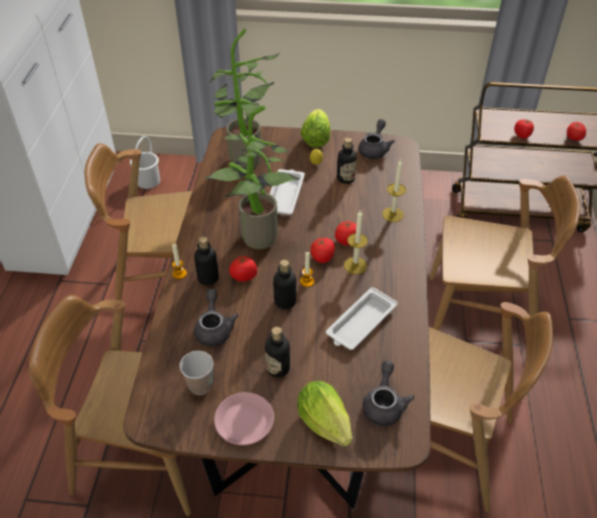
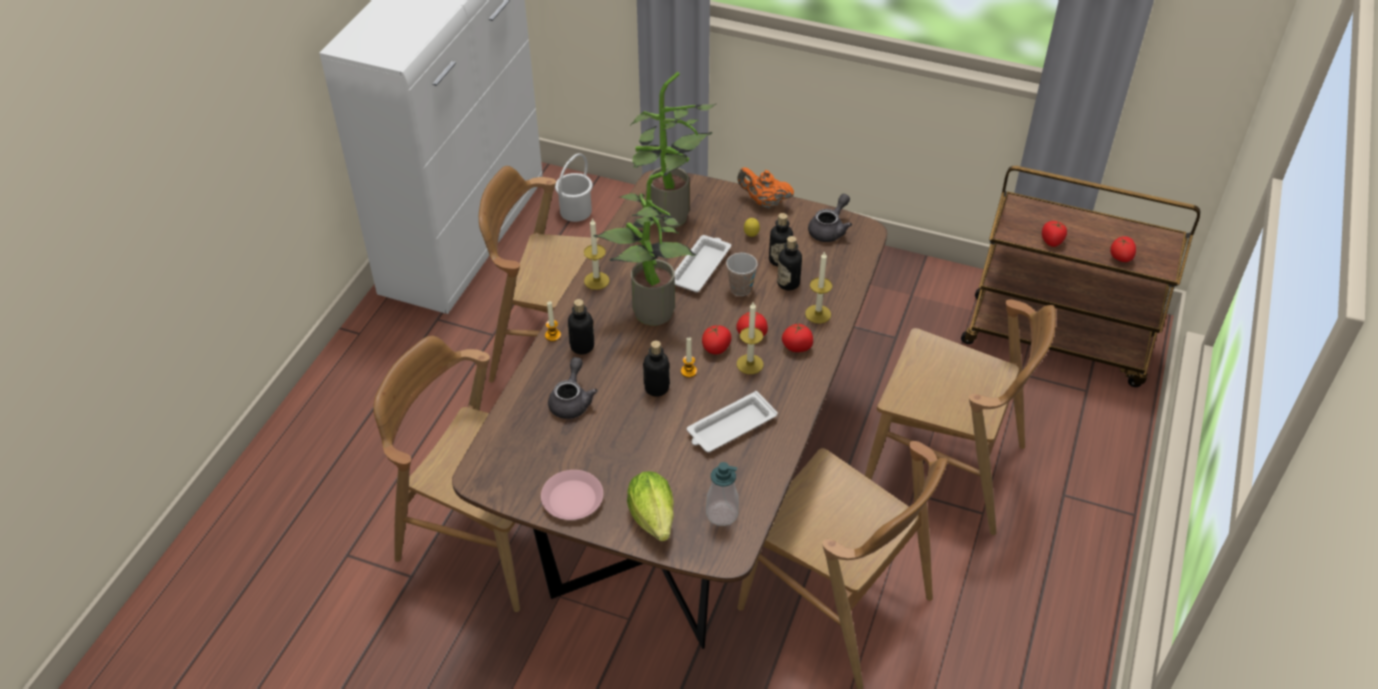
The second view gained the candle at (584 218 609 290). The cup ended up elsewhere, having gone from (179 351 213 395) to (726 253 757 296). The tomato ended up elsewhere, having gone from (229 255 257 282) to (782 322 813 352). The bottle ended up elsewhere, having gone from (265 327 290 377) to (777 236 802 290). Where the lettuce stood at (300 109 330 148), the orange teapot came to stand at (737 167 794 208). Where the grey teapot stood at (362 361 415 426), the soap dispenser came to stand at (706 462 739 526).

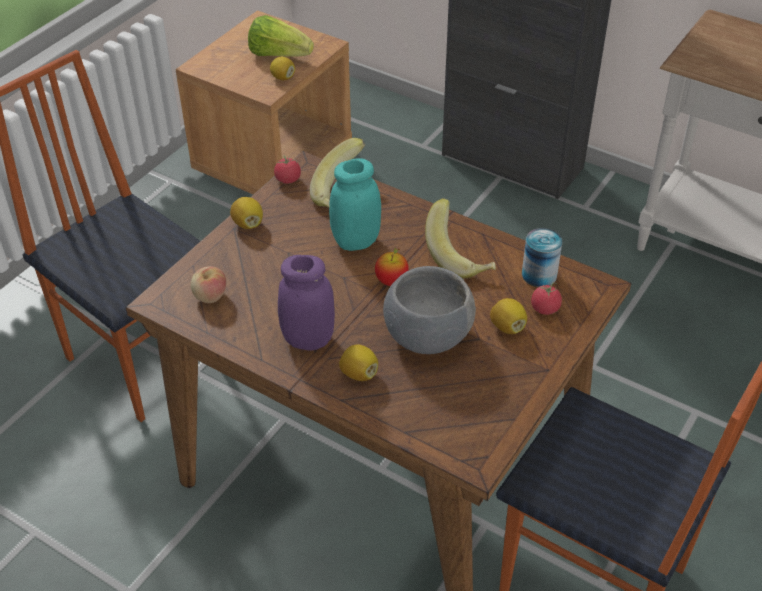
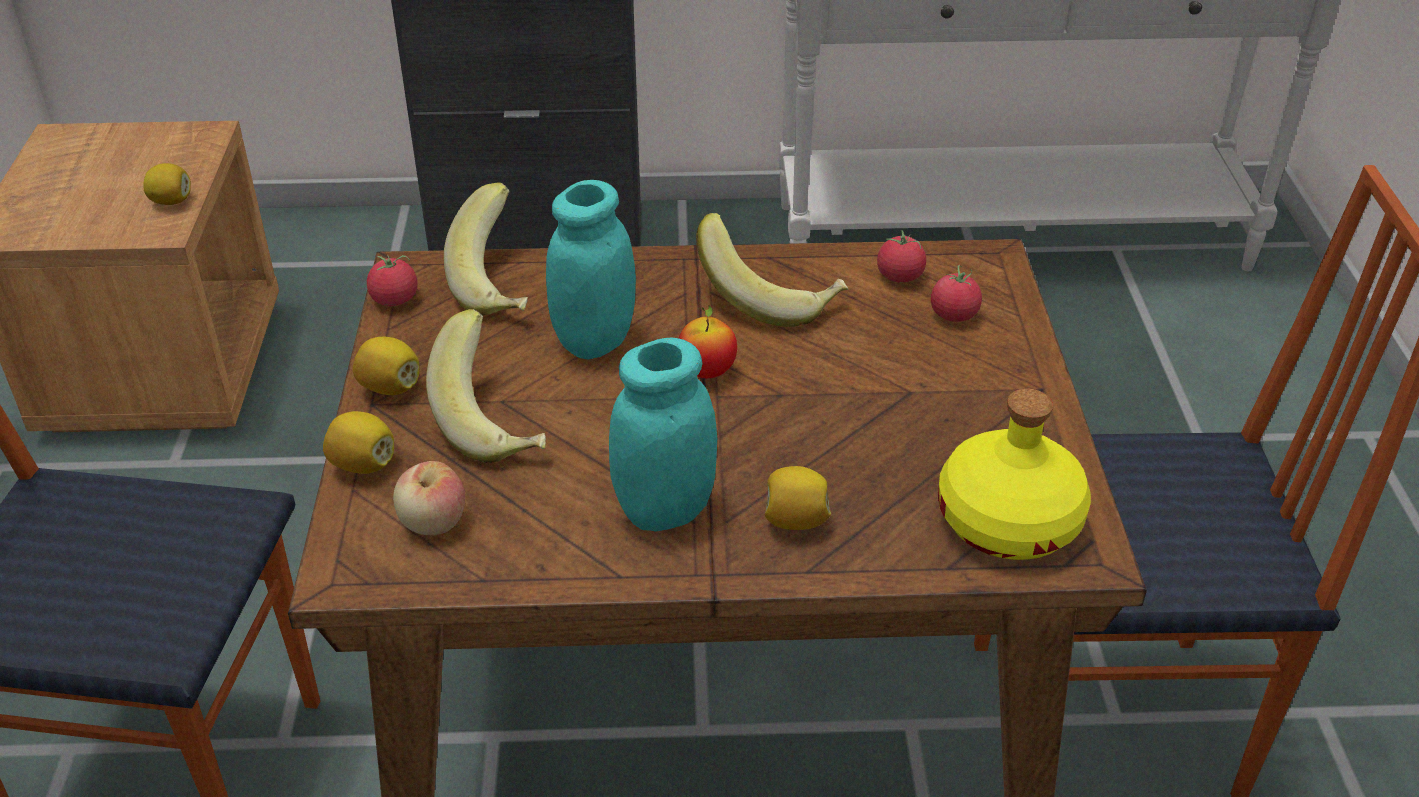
The second view lost the lettuce at (248 15 314 57). The second view lost the grey bowl at (383 266 476 354). The second view gained the banana at (426 309 546 463). The second view gained the yellow bottle at (938 389 1091 560). The lemon ended up elsewhere, having gone from (490 298 527 334) to (323 411 394 474). Where the can stood at (522 228 562 287), the tomato came to stand at (877 230 926 283). What was the purple jar at (278 255 335 351) turned into the turquoise jar at (609 338 717 532).

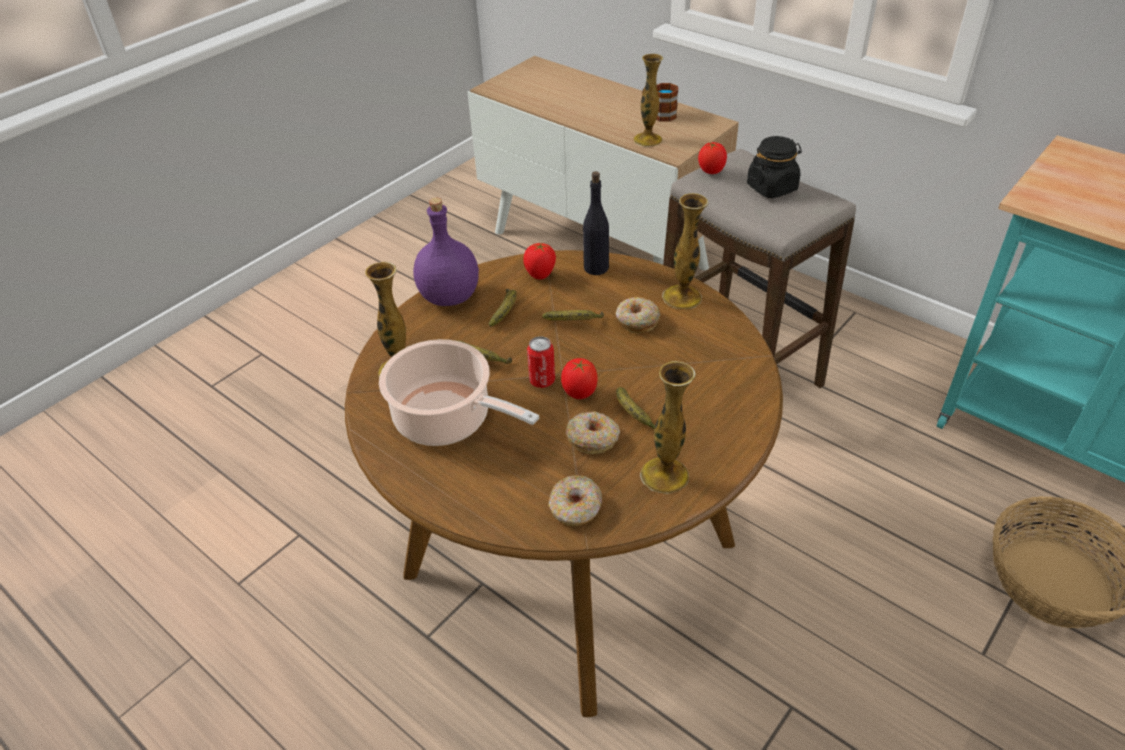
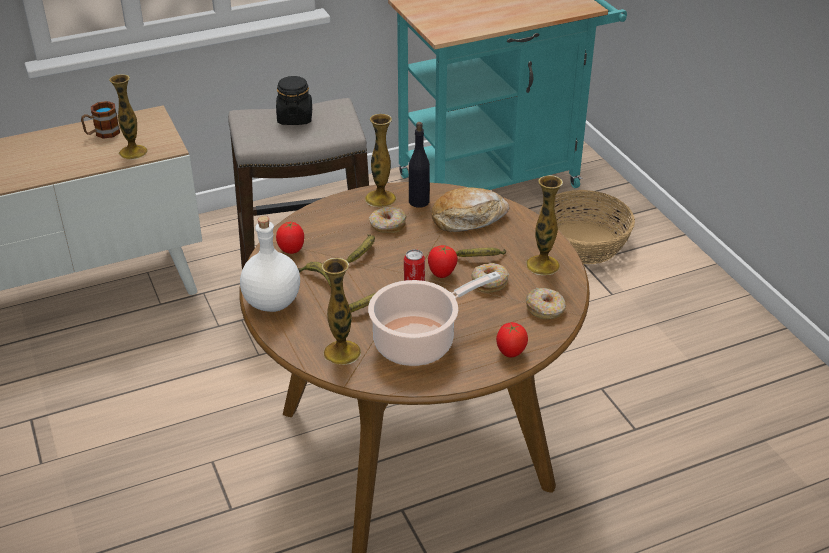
The second view gained the bread at (432 187 509 232). The black bottle ended up elsewhere, having gone from (583 171 609 275) to (409 122 430 207). The tomato ended up elsewhere, having gone from (698 142 727 174) to (496 322 528 358). What was the purple bottle at (413 198 479 306) turned into the white bottle at (240 216 300 312).

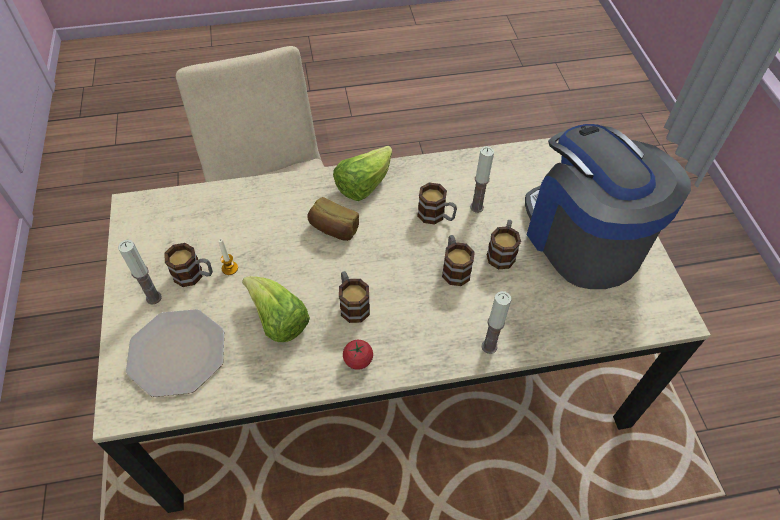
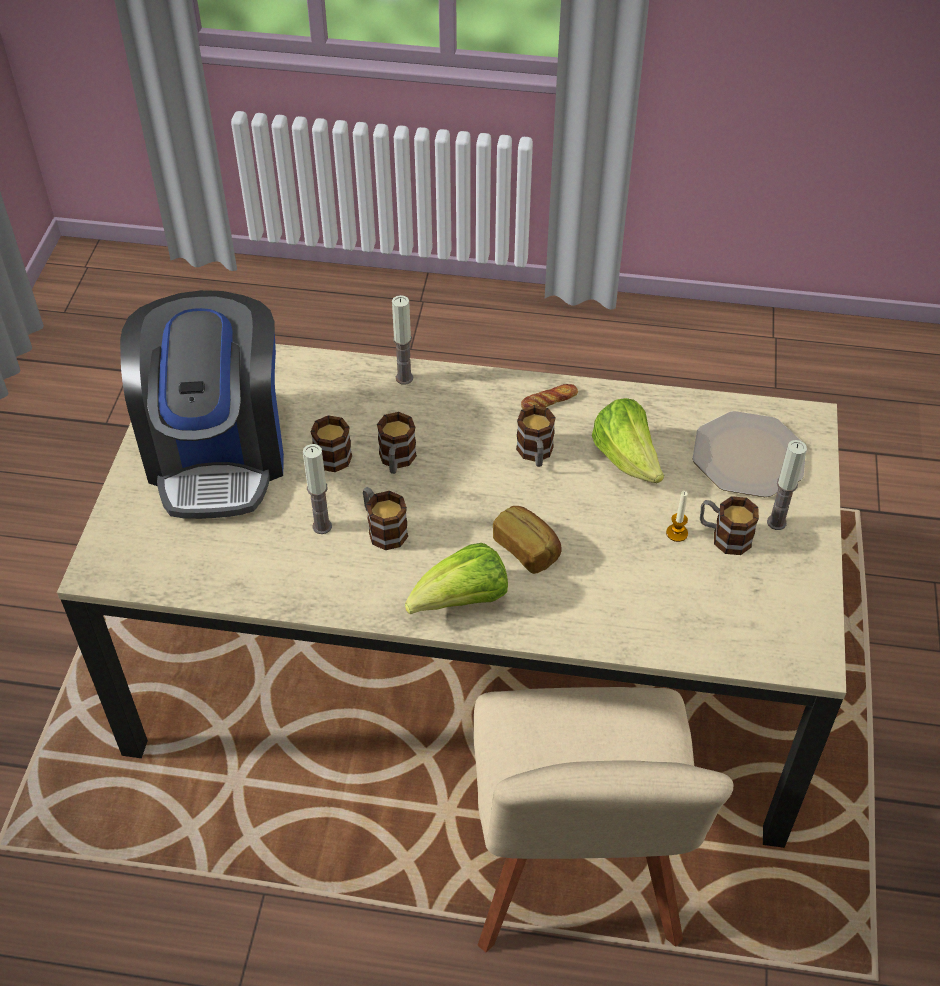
Where the tomato stood at (343 340 373 370), the bread came to stand at (521 384 578 409).

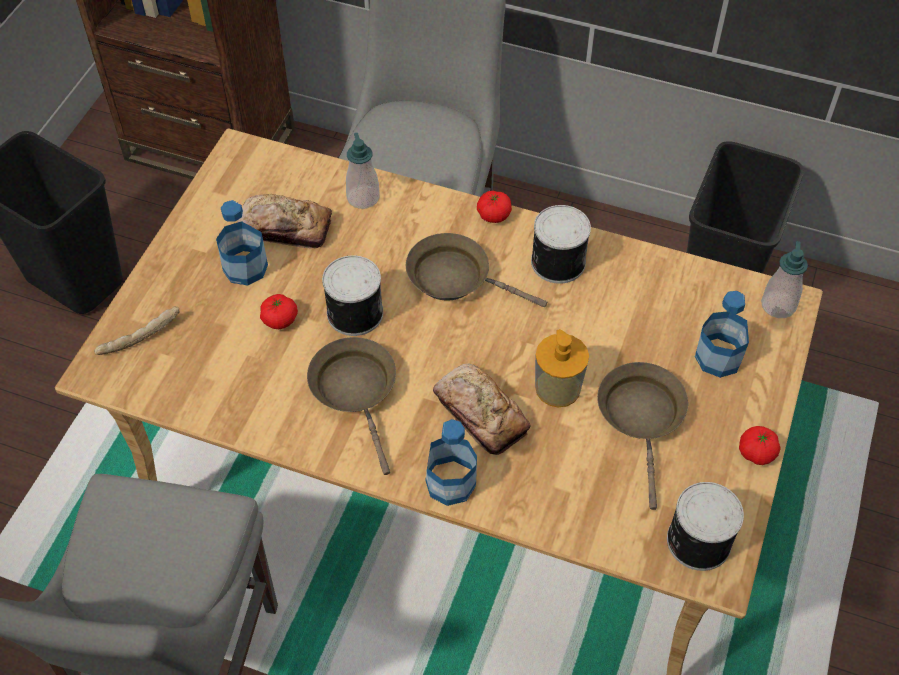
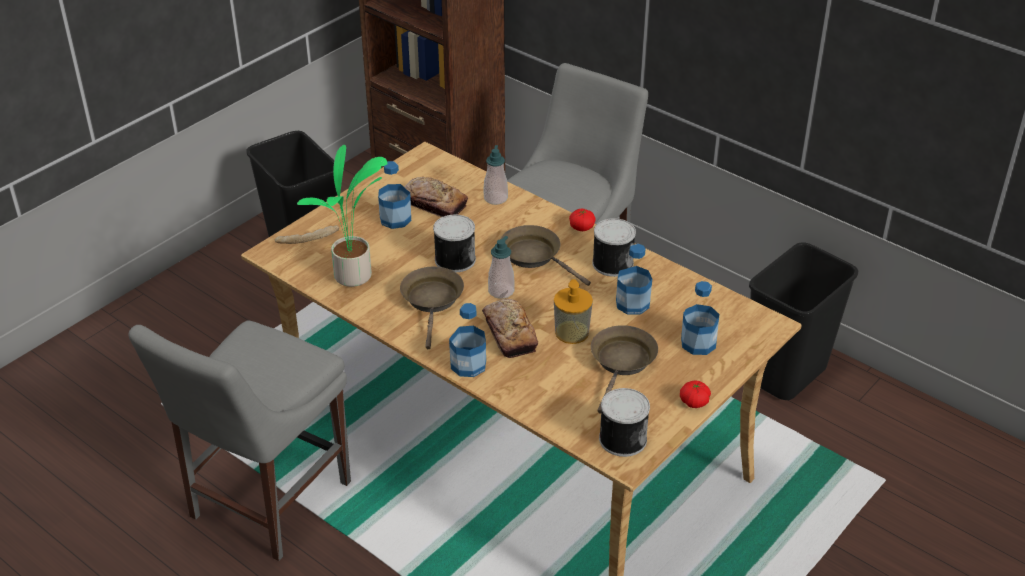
The second view lost the tomato at (260 294 298 329). The second view gained the potted plant at (297 145 388 287). The second view gained the bottle at (616 244 652 315). The soap dispenser ended up elsewhere, having gone from (761 241 808 318) to (488 236 515 299).

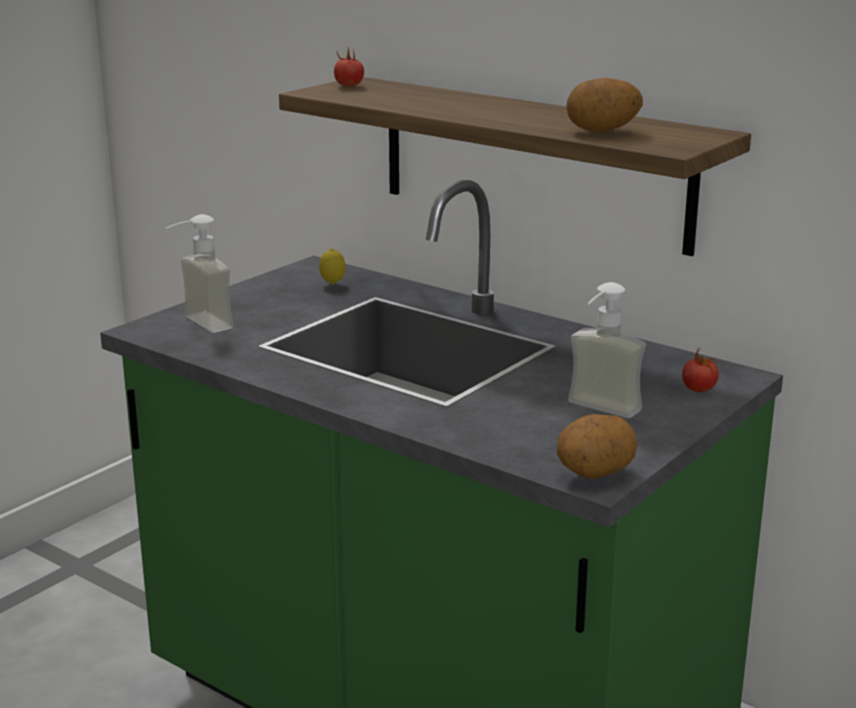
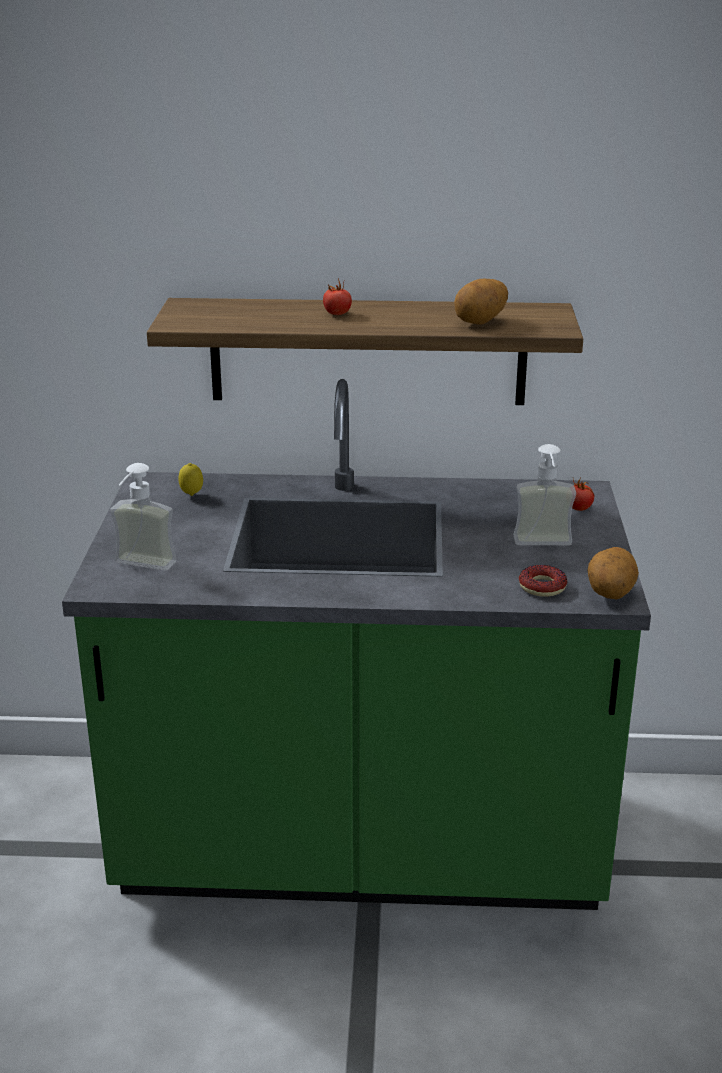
The second view gained the donut at (519 565 567 597). The tomato ended up elsewhere, having gone from (334 46 364 86) to (323 278 352 315).

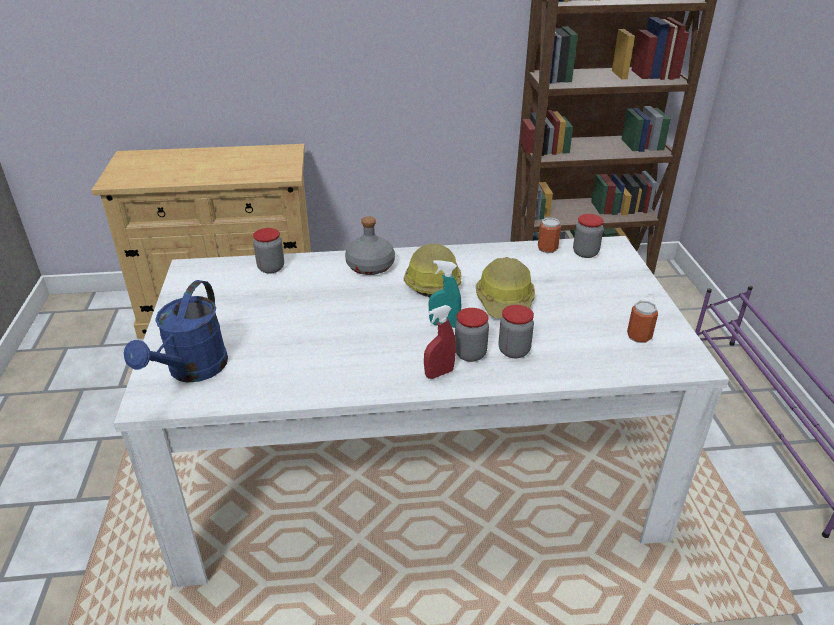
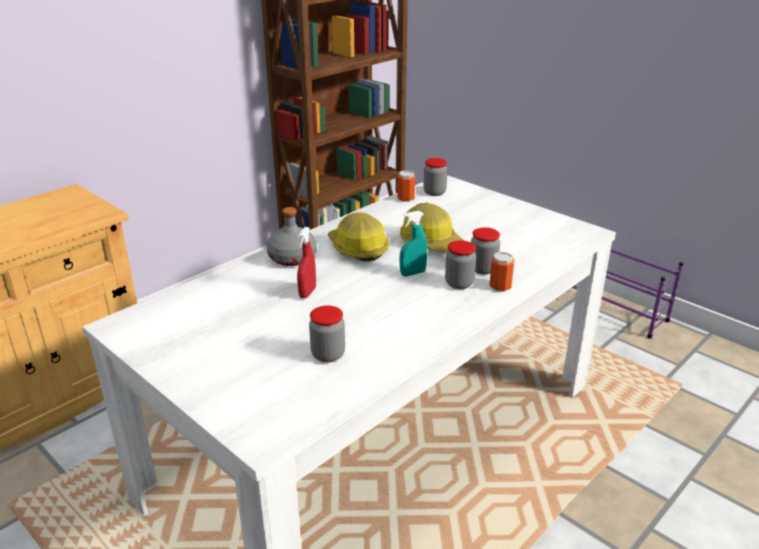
The second view lost the blue watering can at (124 280 228 382). The jar ended up elsewhere, having gone from (253 228 284 274) to (309 305 345 363). The red spray bottle ended up elsewhere, having gone from (424 305 456 379) to (297 227 316 298). The can ended up elsewhere, having gone from (627 301 658 343) to (489 252 514 292).

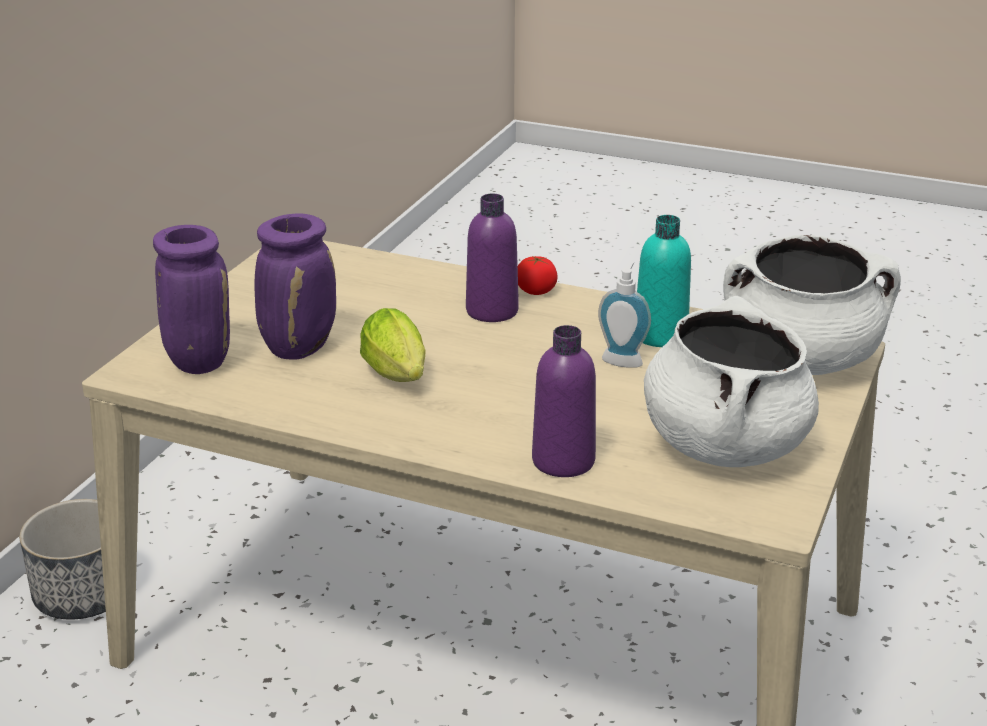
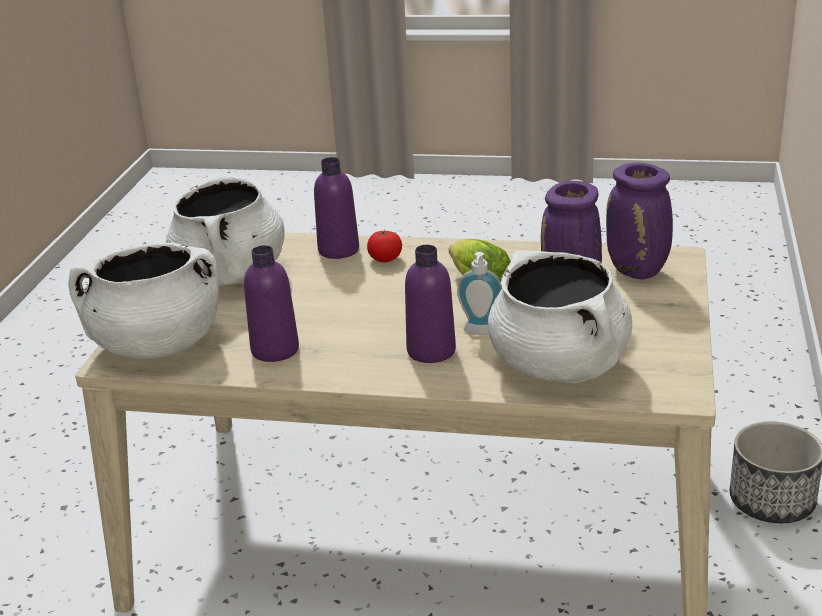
The second view gained the white cooking pot at (488 251 632 383). The tomato ended up elsewhere, having gone from (518 256 557 295) to (367 230 402 262). The soap dispenser ended up elsewhere, having gone from (598 262 651 368) to (457 252 502 335). What was the turquoise bottle at (637 215 691 347) turned into the purple bottle at (244 245 299 362).

